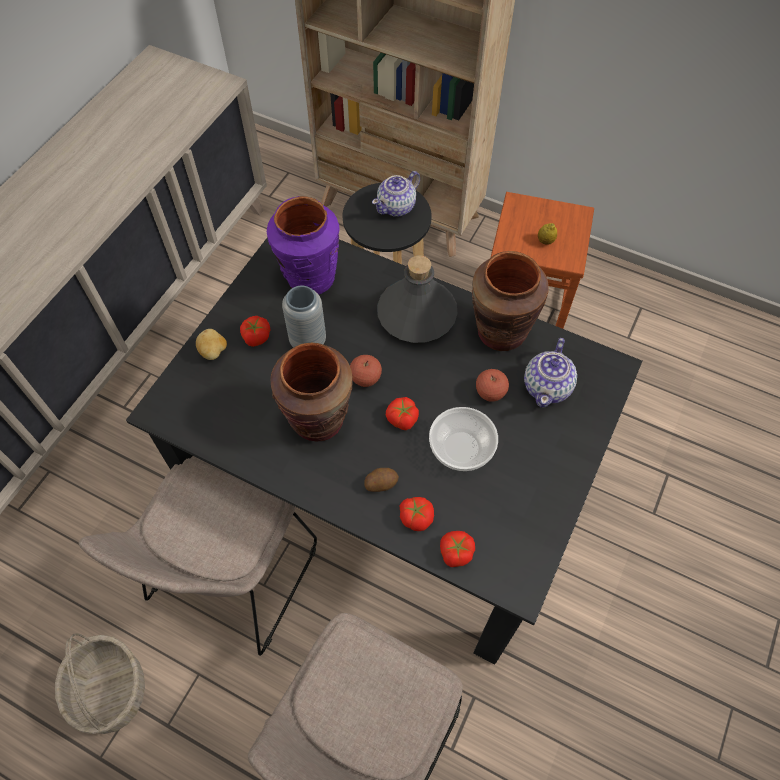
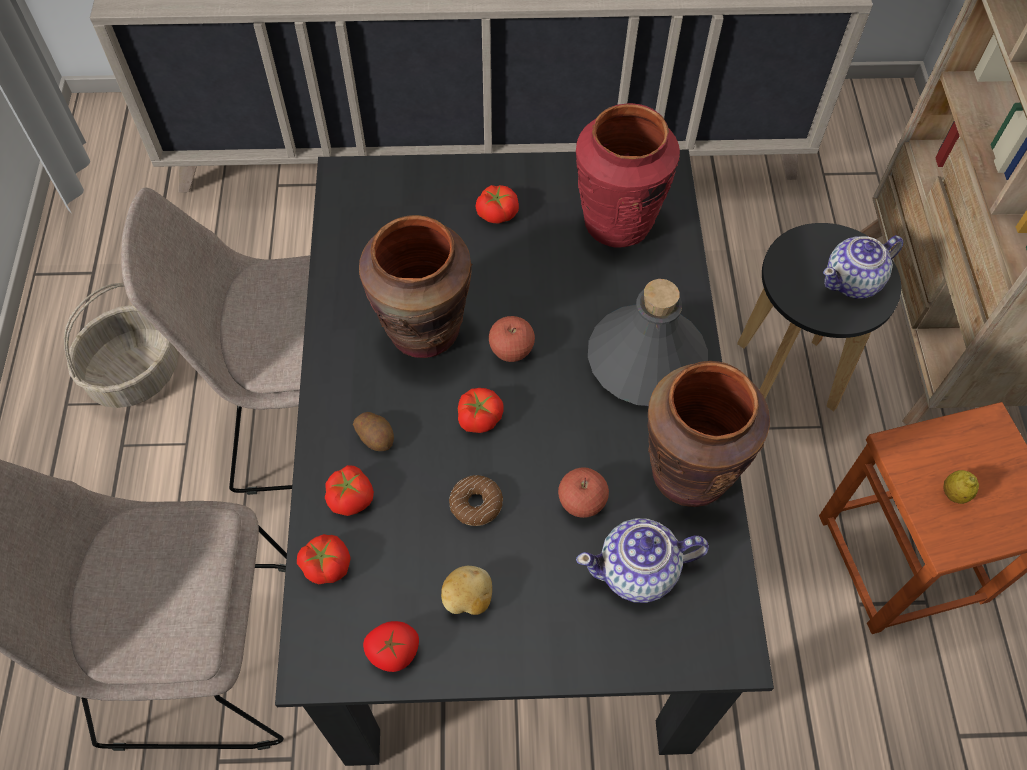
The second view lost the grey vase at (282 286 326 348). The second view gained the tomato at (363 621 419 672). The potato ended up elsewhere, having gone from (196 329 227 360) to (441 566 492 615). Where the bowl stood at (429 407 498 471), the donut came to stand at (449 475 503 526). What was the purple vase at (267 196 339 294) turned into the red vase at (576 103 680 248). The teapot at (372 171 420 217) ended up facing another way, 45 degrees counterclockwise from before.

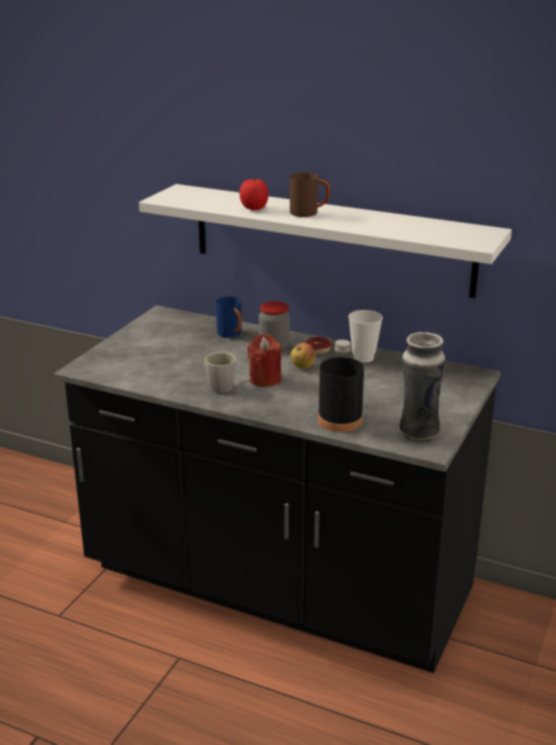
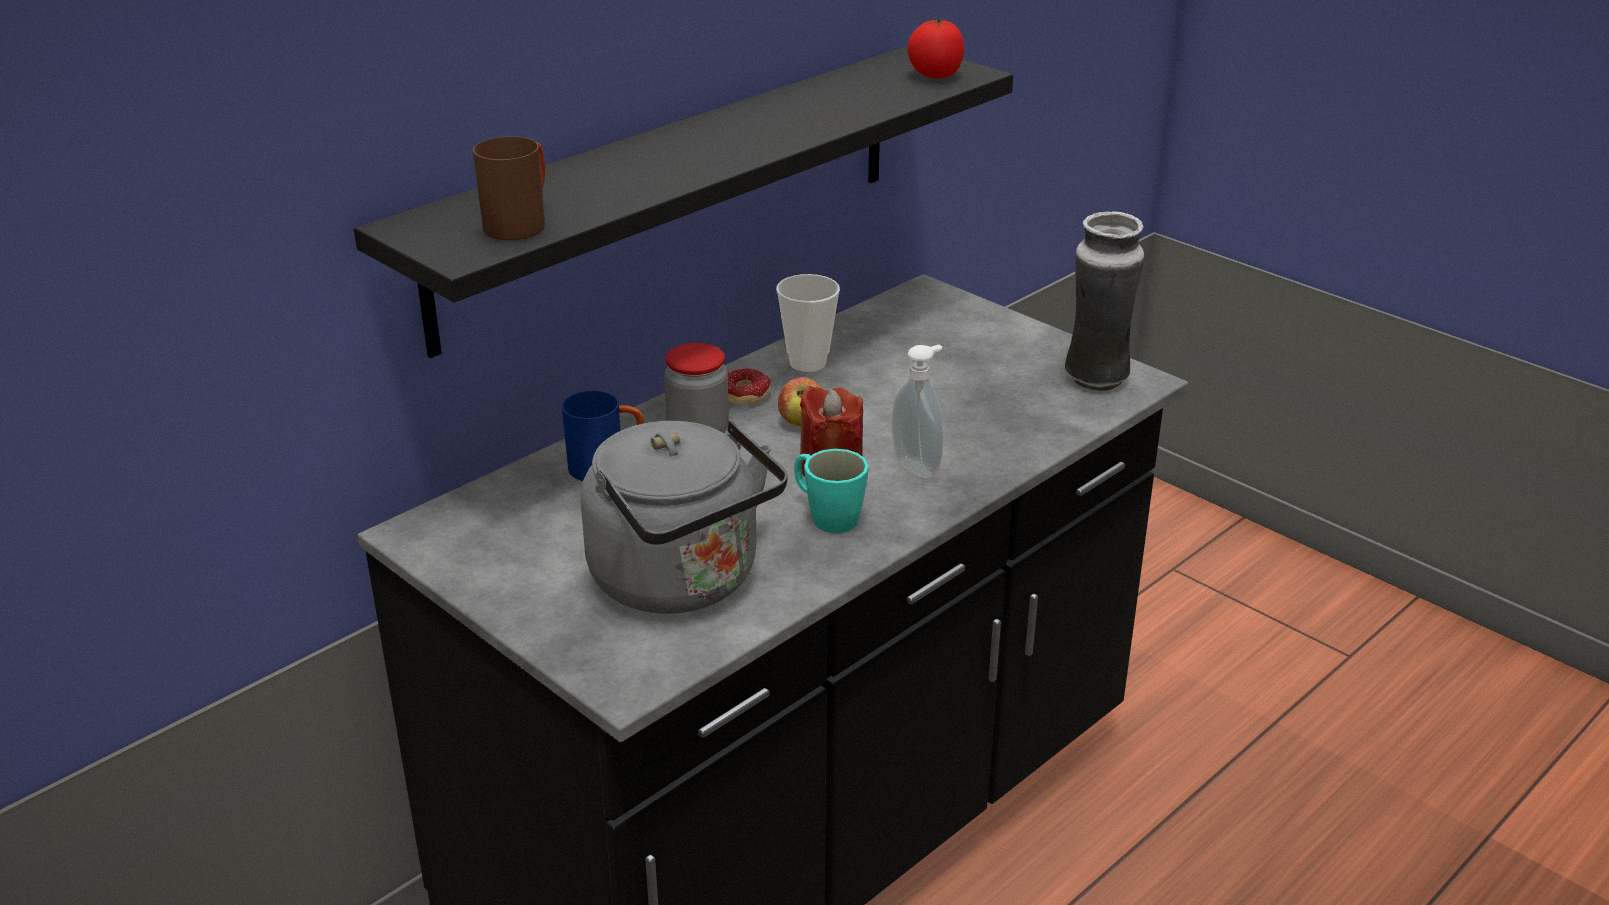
The second view lost the black bottle at (318 340 364 432). The second view gained the grey kettle at (581 420 788 614). The second view gained the soap dispenser at (892 345 943 478). The tomato ended up elsewhere, having gone from (239 178 268 210) to (907 19 964 78). The brown mug ended up elsewhere, having gone from (290 173 330 217) to (473 136 545 240). What was the white shelf at (139 184 512 298) turned into the black shelf at (354 46 1013 358). What was the grey mug at (205 352 236 393) turned into the turquoise mug at (794 449 869 533).

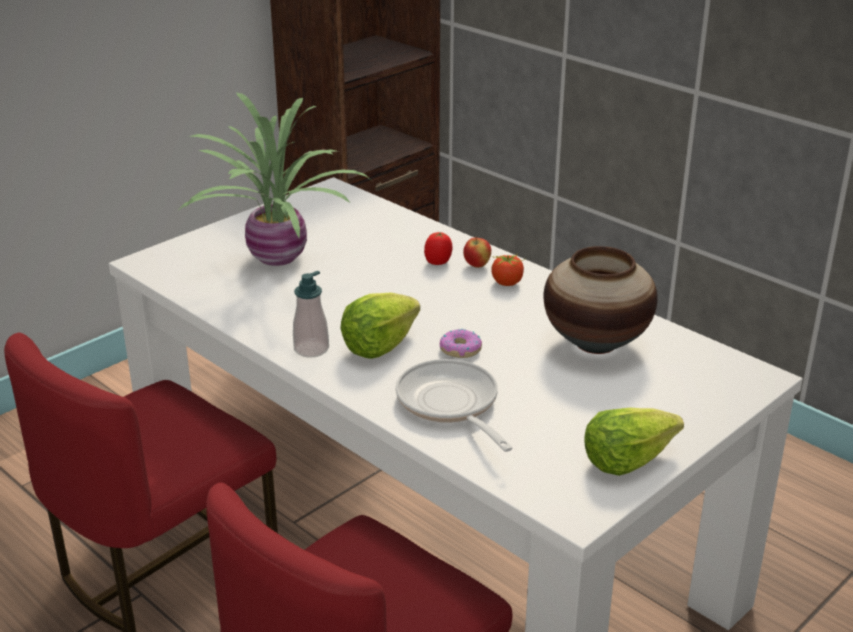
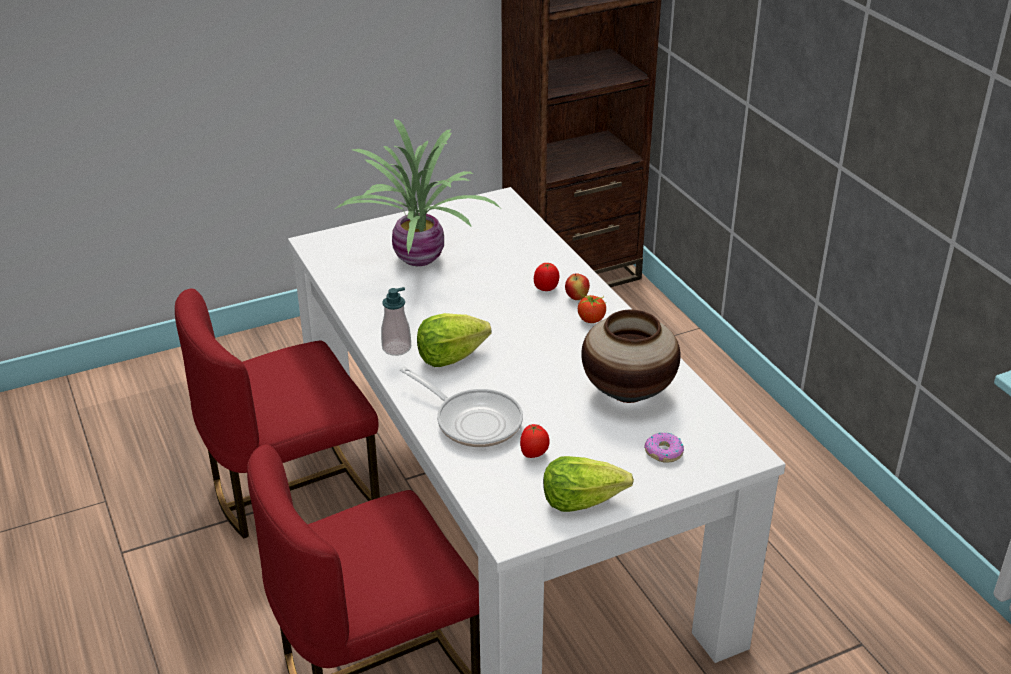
The second view gained the tomato at (520 424 550 458). The donut ended up elsewhere, having gone from (440 329 482 358) to (644 433 684 463). The frying pan at (396 359 513 452) ended up facing another way, 135 degrees clockwise from before.

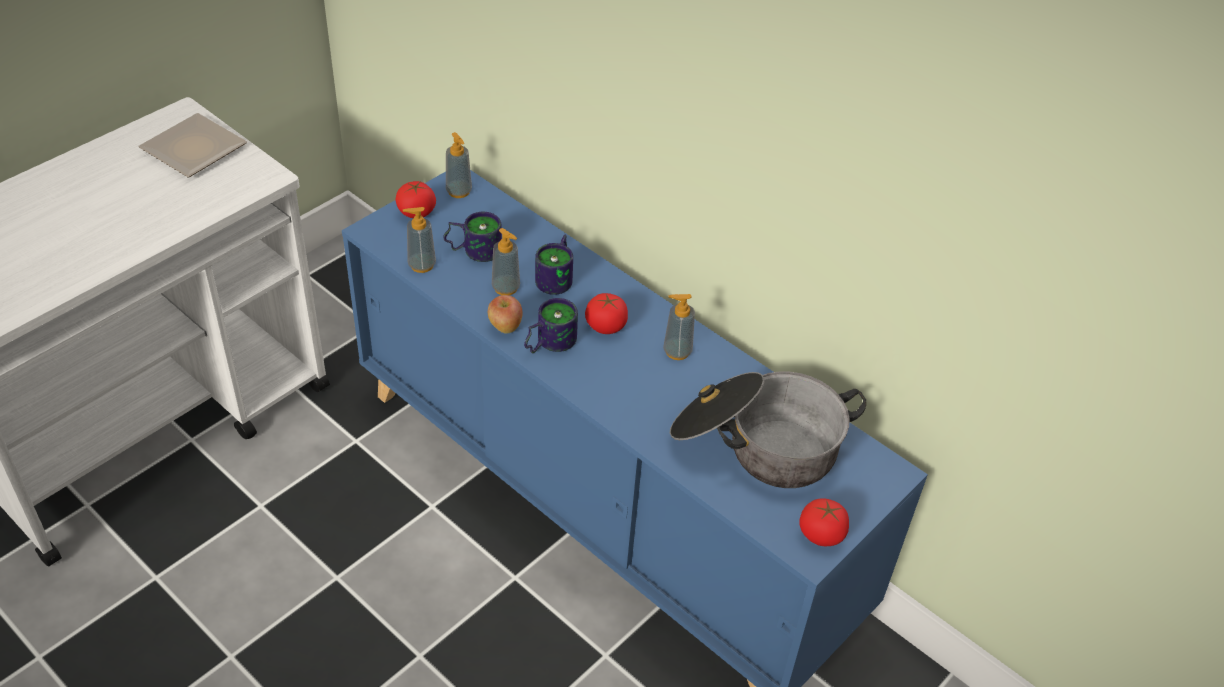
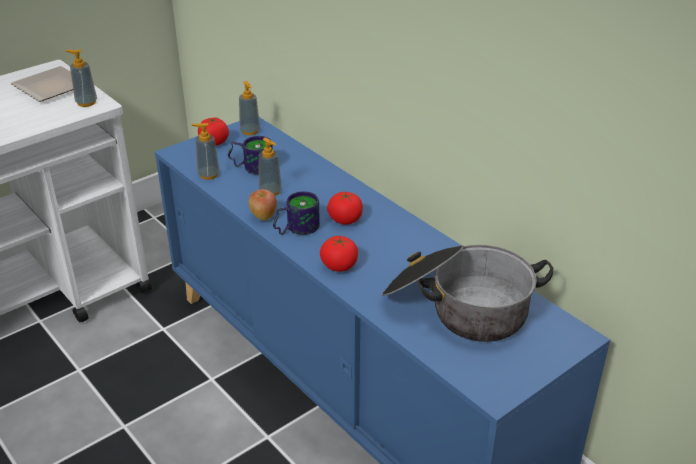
The second view lost the mug at (535 235 573 295). The soap dispenser ended up elsewhere, having gone from (663 294 695 360) to (65 50 97 107). The tomato ended up elsewhere, having gone from (799 498 849 546) to (320 236 358 272).

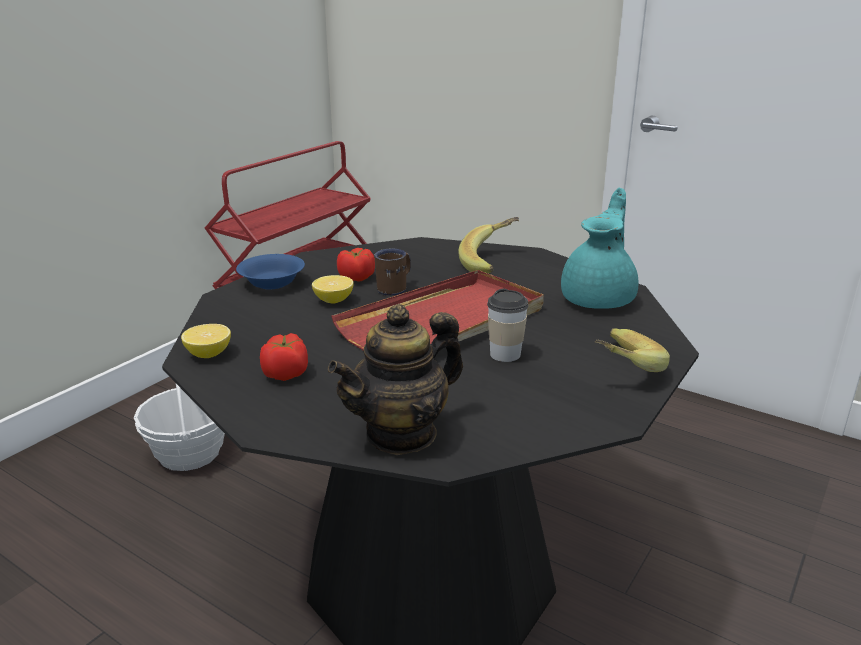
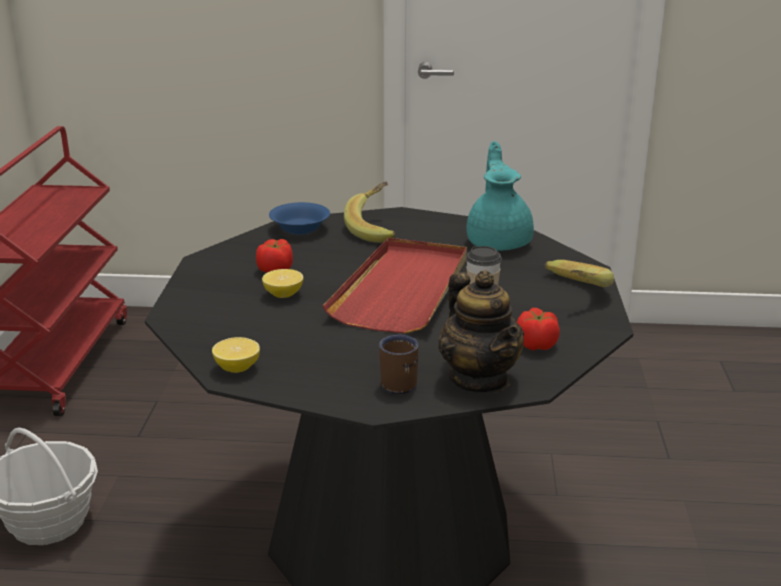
The blue bowl ended up elsewhere, having gone from (236 254 305 289) to (269 202 330 235). The tomato ended up elsewhere, having gone from (260 333 308 381) to (517 308 560 351). The brown mug ended up elsewhere, having gone from (375 248 411 296) to (379 335 418 395). The teapot at (328 304 463 455) ended up facing another way, 45 degrees counterclockwise from before.

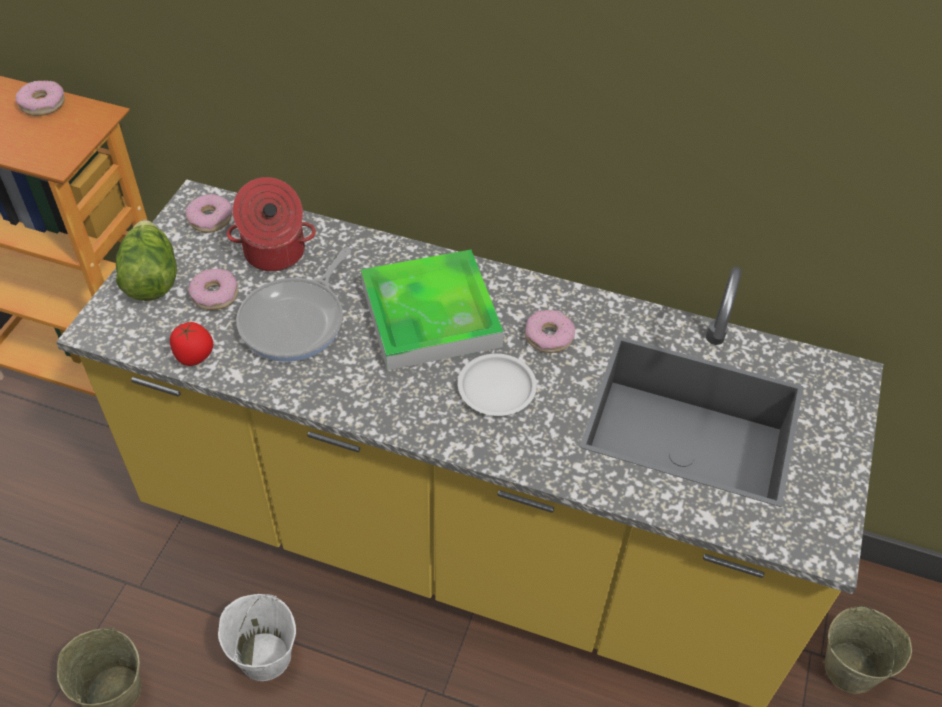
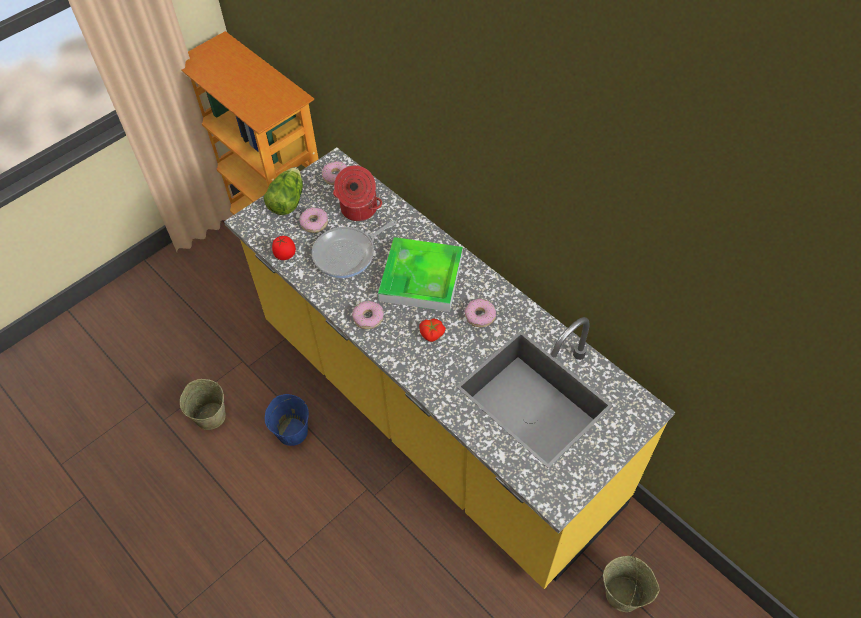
The donut ended up elsewhere, having gone from (16 81 65 116) to (352 301 384 329). Where the white plate stood at (458 354 537 416), the tomato came to stand at (419 318 446 342). What was the white bucket at (218 594 296 681) turned into the blue bucket at (265 394 309 446).

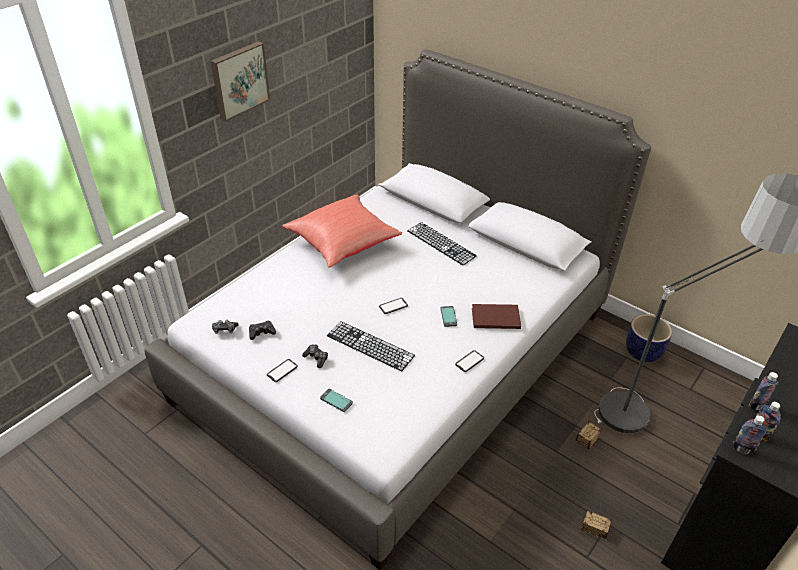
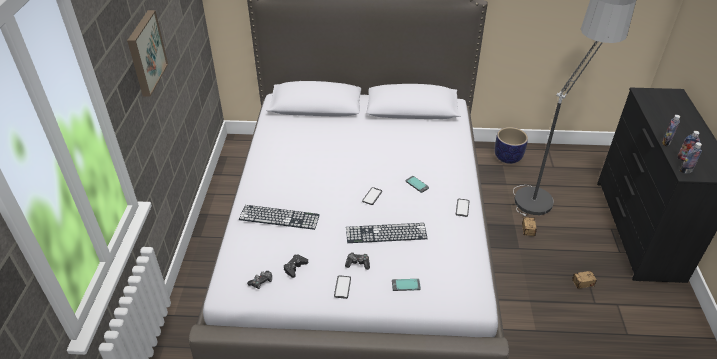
The second view lost the red pillow at (282 194 402 268). The second view lost the brown book at (472 304 521 329). The keyboard ended up elsewhere, having gone from (407 222 477 265) to (239 205 320 230).

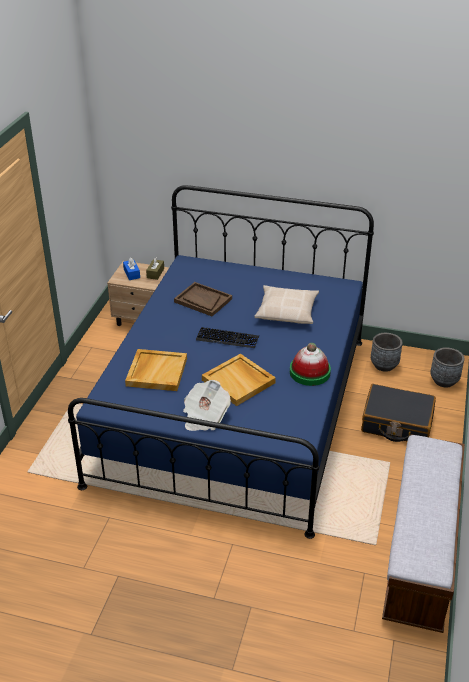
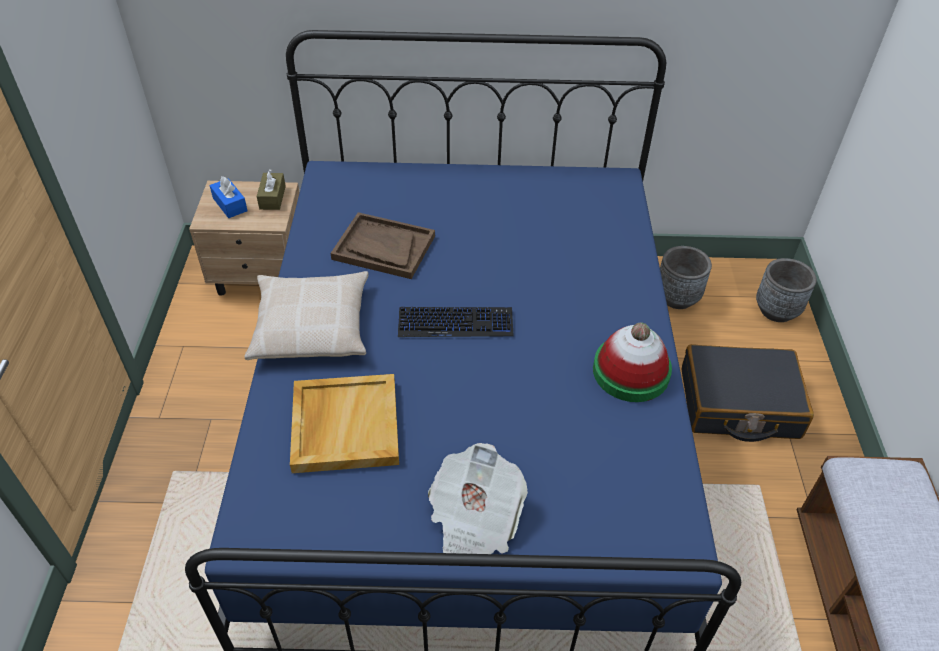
The second view lost the beige tray at (202 353 276 406). The beige pillow ended up elsewhere, having gone from (254 285 319 324) to (244 271 369 360).

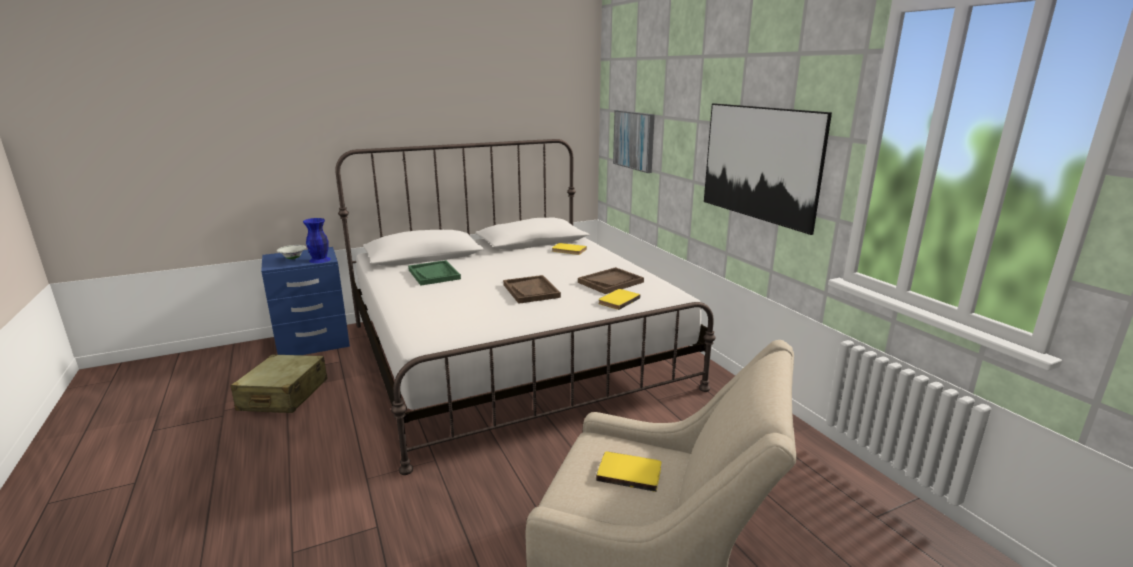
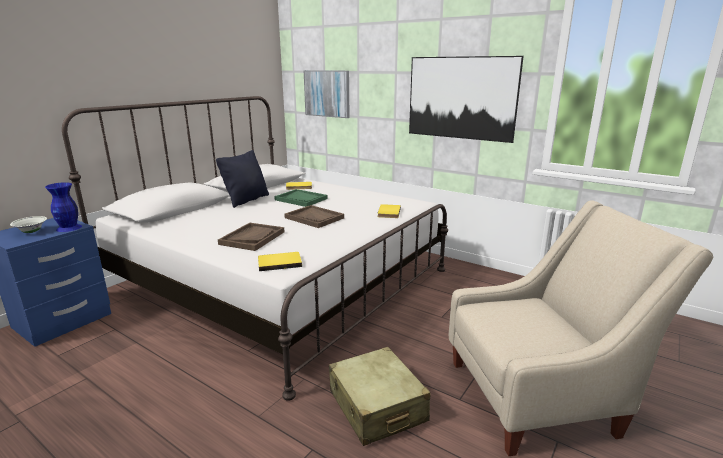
The second view gained the black pillow at (216 150 269 208). The beige suitcase ended up elsewhere, having gone from (230 354 328 413) to (329 347 431 446). The green tray ended up elsewhere, having gone from (408 260 461 286) to (274 189 328 207). The brown tray ended up elsewhere, having gone from (578 267 644 294) to (218 223 284 251). The yellow book ended up elsewhere, having gone from (596 451 662 492) to (258 252 302 271).

